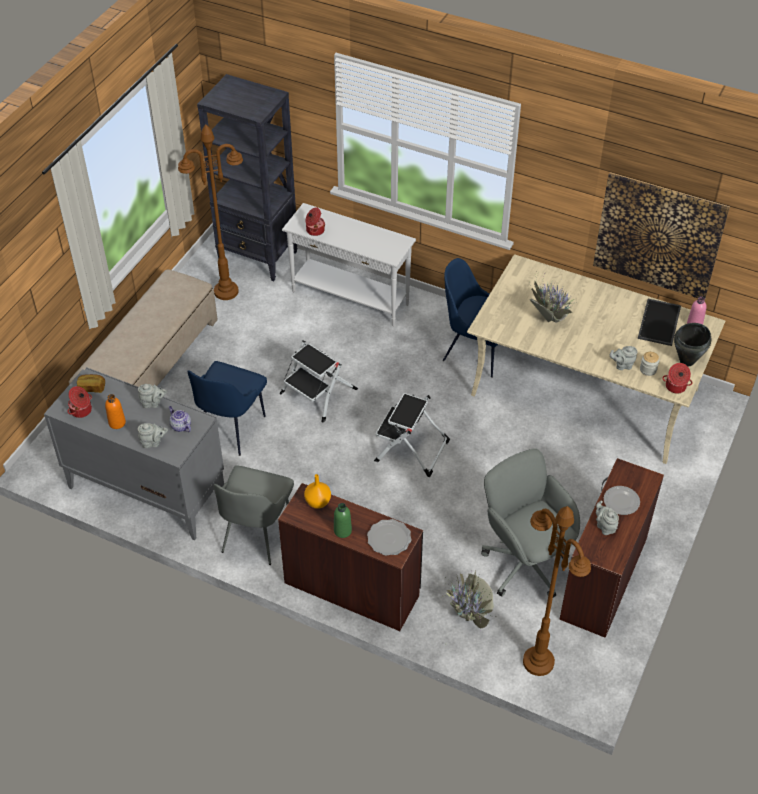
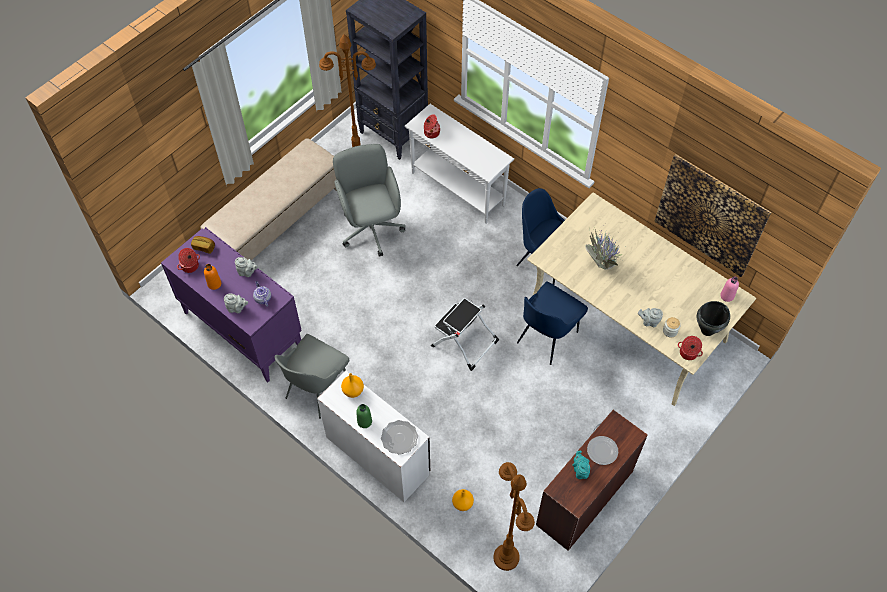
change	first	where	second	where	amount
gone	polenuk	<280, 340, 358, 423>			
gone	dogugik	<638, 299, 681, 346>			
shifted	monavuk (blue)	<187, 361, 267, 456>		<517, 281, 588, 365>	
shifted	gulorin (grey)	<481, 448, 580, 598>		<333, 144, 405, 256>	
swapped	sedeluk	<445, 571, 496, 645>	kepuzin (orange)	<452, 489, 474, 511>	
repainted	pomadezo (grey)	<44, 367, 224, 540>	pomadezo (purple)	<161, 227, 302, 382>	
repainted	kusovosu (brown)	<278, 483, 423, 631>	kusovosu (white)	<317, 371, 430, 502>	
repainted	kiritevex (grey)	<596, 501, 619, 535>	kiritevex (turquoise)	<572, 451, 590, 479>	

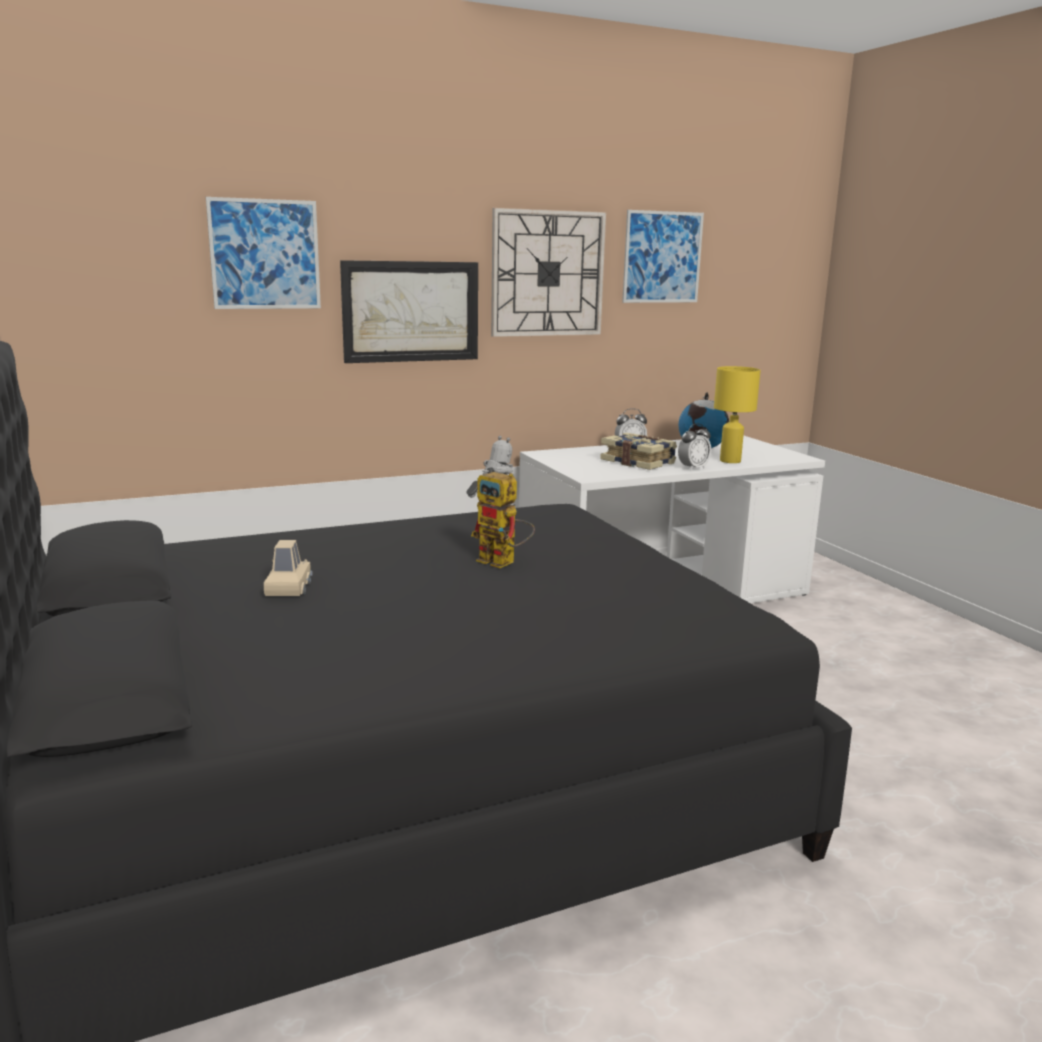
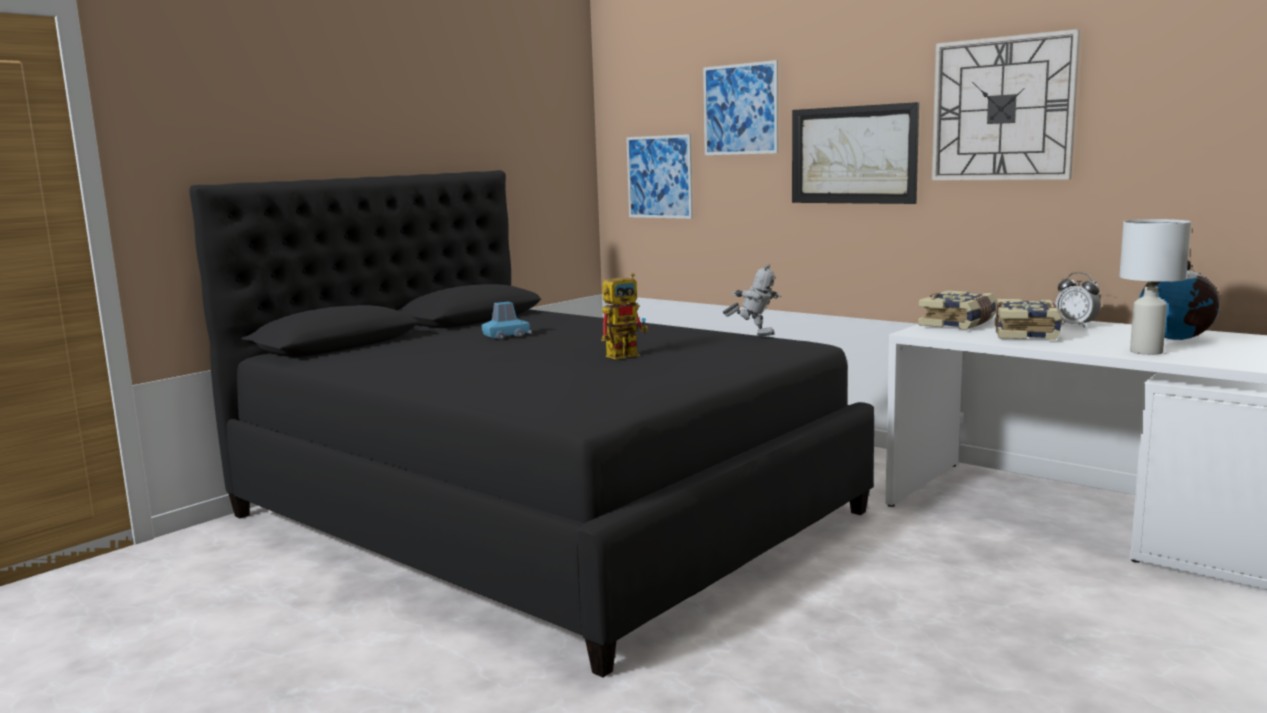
change	first	where	second	where	amount
gone	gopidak	<678, 424, 711, 471>			
new			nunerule	<918, 290, 996, 329>	
shifted	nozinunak	<622, 210, 704, 303>		<626, 134, 693, 219>	
repainted	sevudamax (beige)	<264, 540, 312, 596>	sevudamax (blue)	<482, 302, 532, 340>	
repainted	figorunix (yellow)	<714, 366, 761, 463>	figorunix (white)	<1119, 219, 1191, 355>	
rotated	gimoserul	<471, 472, 535, 568>		<602, 273, 648, 360>	135 degrees counterclockwise

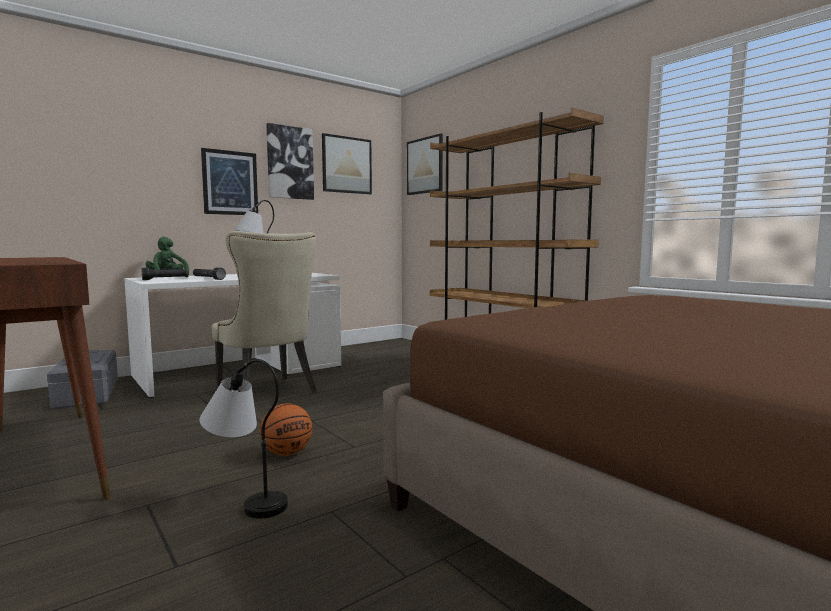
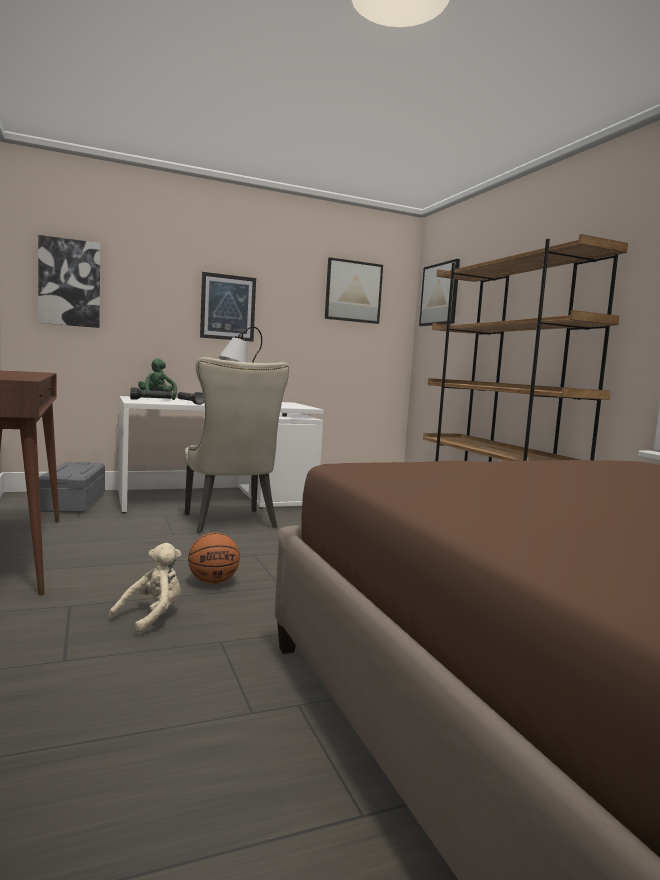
change	first	where	second	where	amount
shifted	nozinunak	<266, 123, 314, 200>		<38, 235, 100, 328>	
swapped	figorunix	<200, 359, 288, 519>	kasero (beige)	<109, 543, 181, 635>	

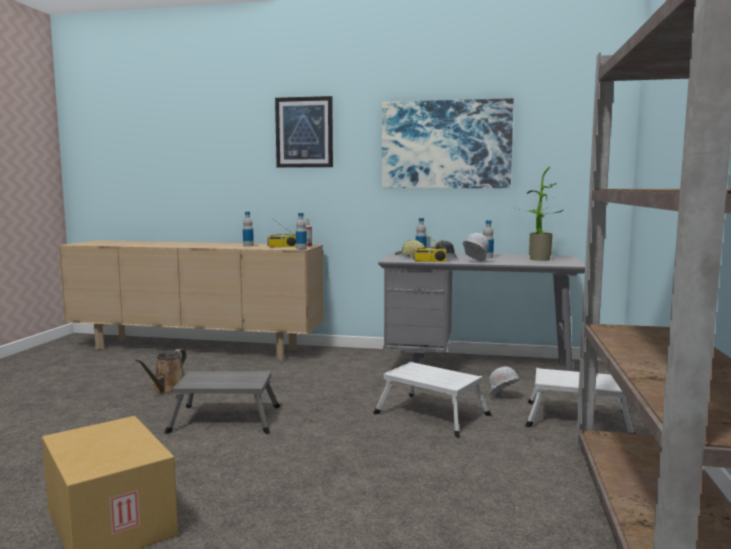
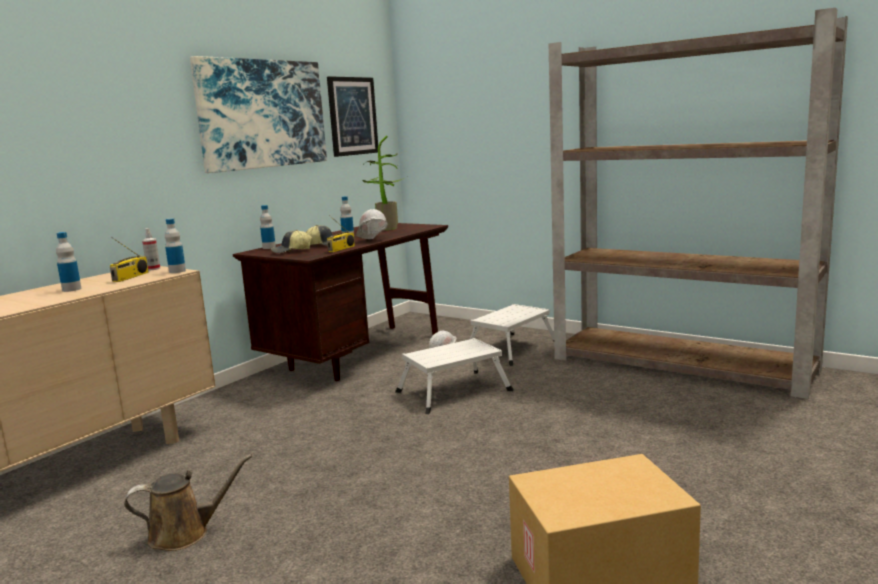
change	first	where	second	where	amount
gone	polenuk (grey)	<164, 371, 280, 434>			
shifted	nozinunak	<275, 96, 333, 168>		<327, 76, 378, 157>	
repainted	kusovosu (grey)	<378, 252, 585, 371>	kusovosu (brown)	<233, 223, 448, 381>	
rotated	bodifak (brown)	<135, 349, 186, 394>		<124, 454, 252, 551>	60 degrees counterclockwise

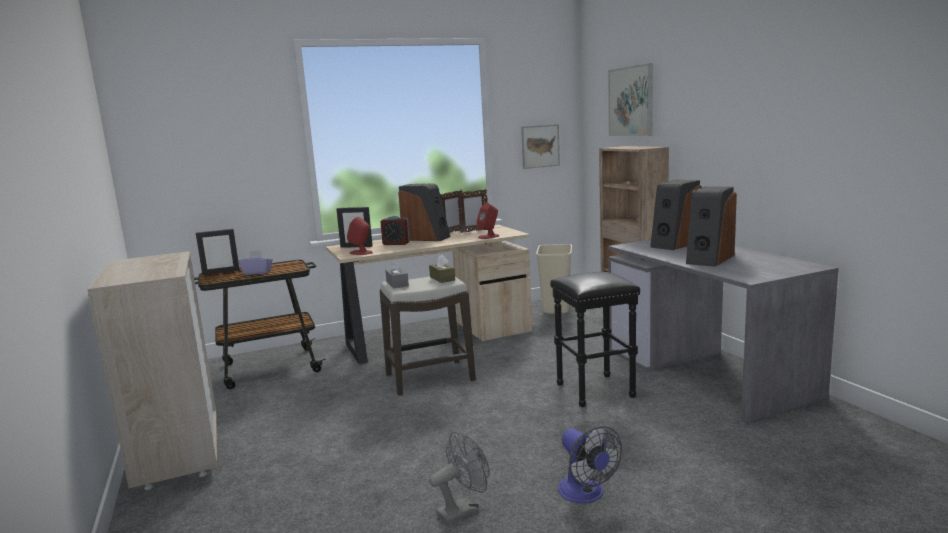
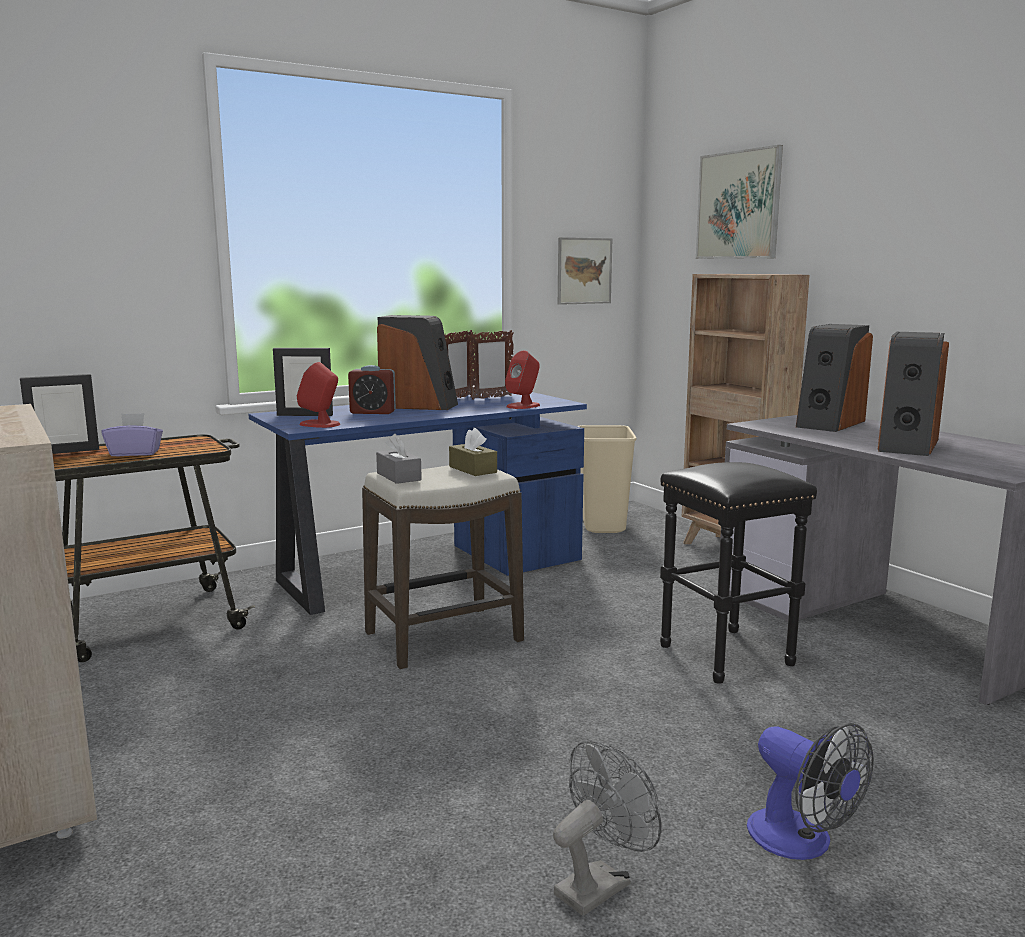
change	first	where	second	where	amount
repainted	kusovosu (beige)	<326, 225, 532, 364>	kusovosu (blue)	<249, 391, 587, 615>	

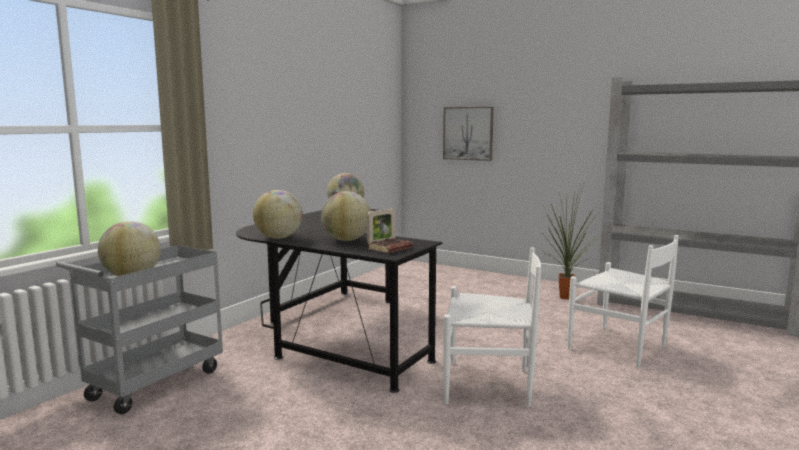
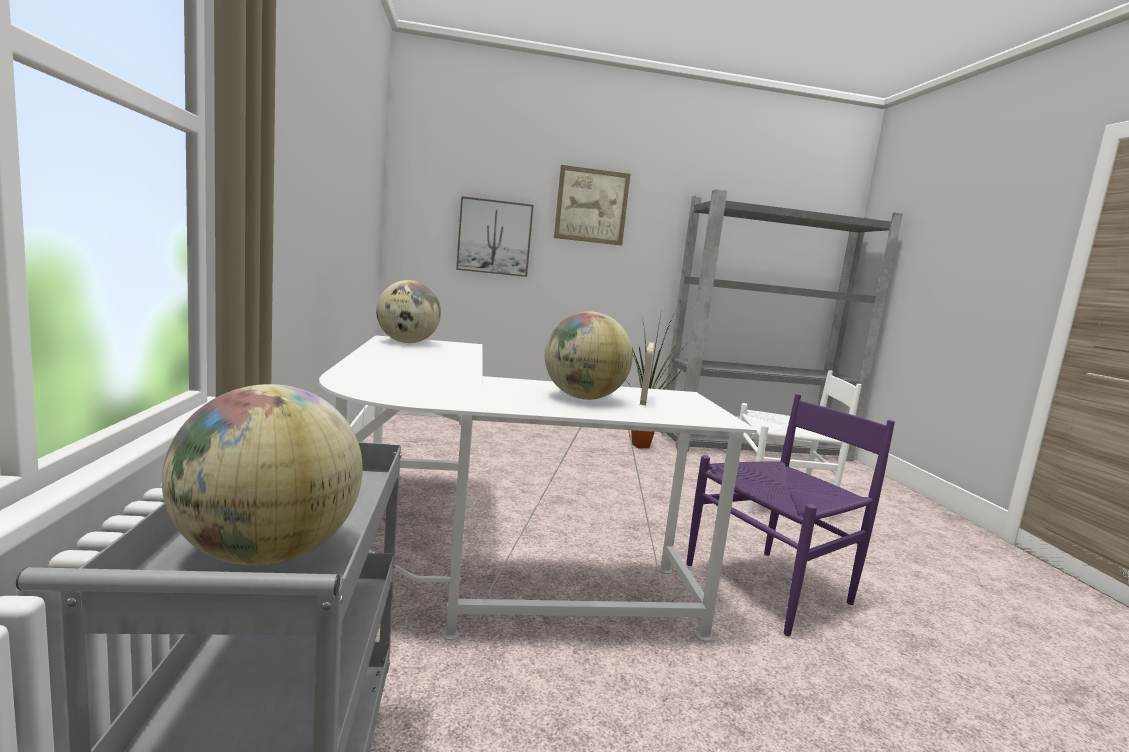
change	first	where	second	where	amount
gone	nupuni	<253, 190, 303, 239>			
gone	nunerule (brown)	<368, 238, 413, 253>			
new			nozinunak	<554, 165, 630, 246>	
repainted	kusovosu (black)	<236, 209, 442, 393>	kusovosu (white)	<319, 335, 757, 641>	
repainted	monavuk (white)	<443, 247, 541, 406>	monavuk (purple)	<686, 394, 895, 636>	

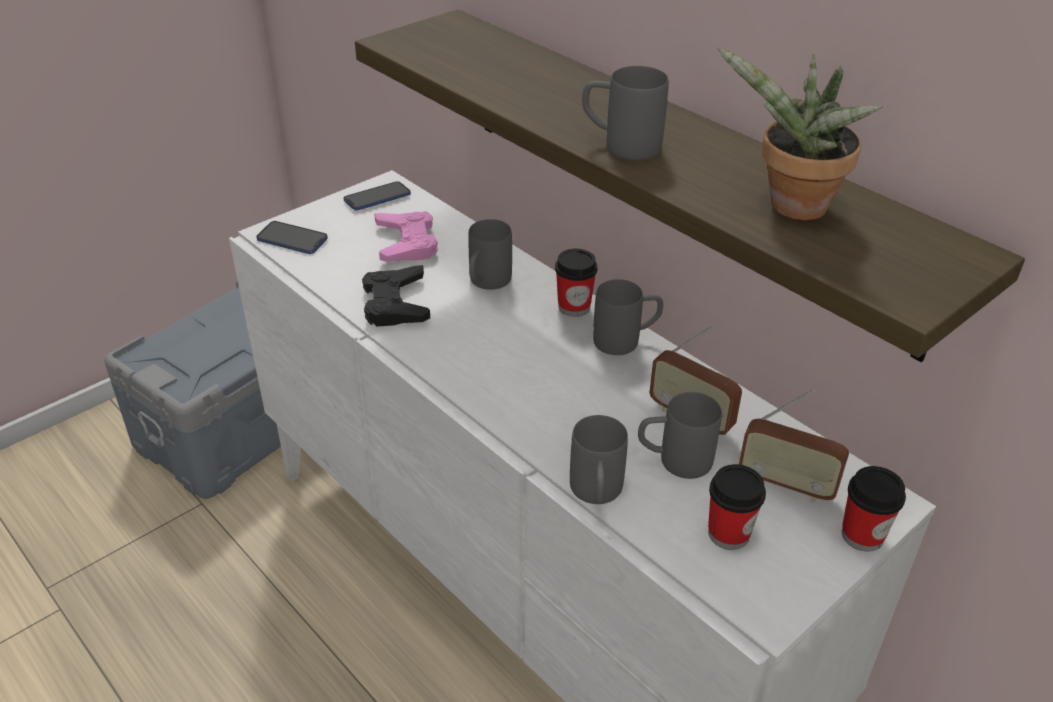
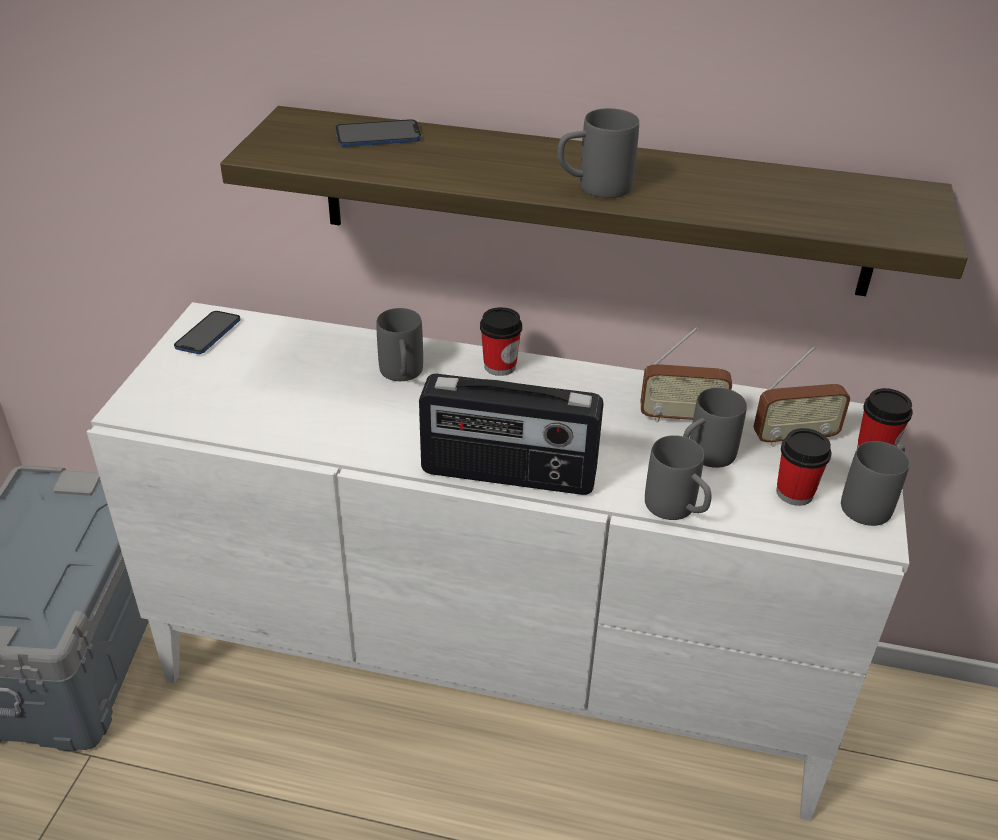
change	first	where	second	where	amount
gone	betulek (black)	<362, 265, 430, 327>			
gone	betulek (pink)	<374, 211, 438, 262>			
gone	sedeluk	<717, 47, 883, 220>			
new			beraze	<419, 374, 604, 495>	
shifted	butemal	<256, 221, 328, 254>		<335, 119, 421, 147>	
shifted	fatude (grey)	<593, 279, 663, 355>		<841, 441, 910, 526>	

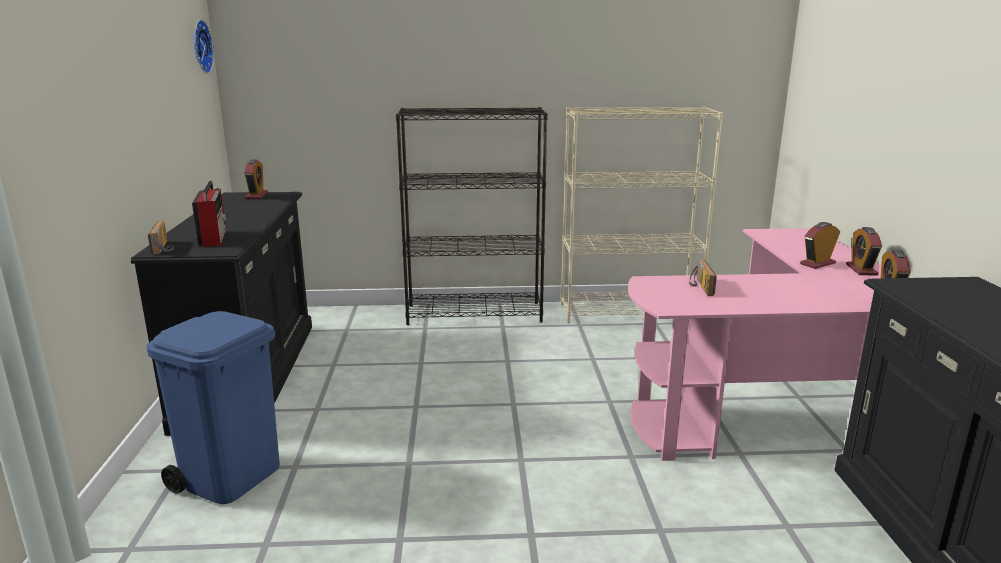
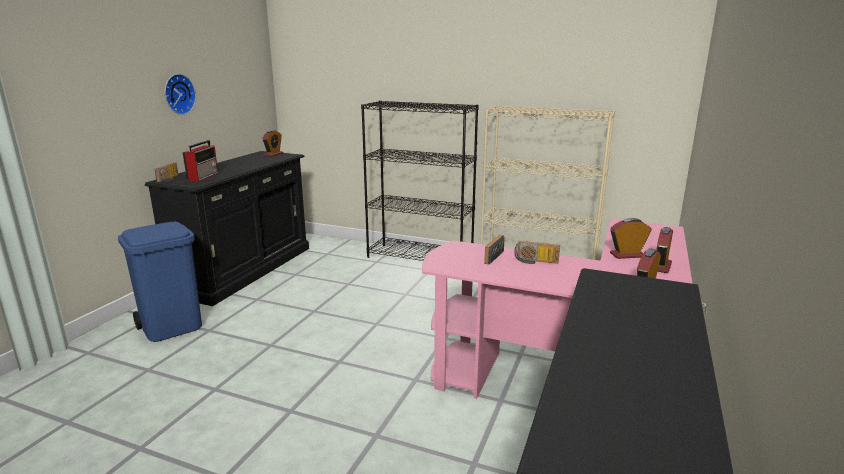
change	first	where	second	where	amount
new			beraze	<514, 241, 560, 264>	
shifted	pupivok	<194, 19, 214, 74>		<165, 74, 196, 115>	

